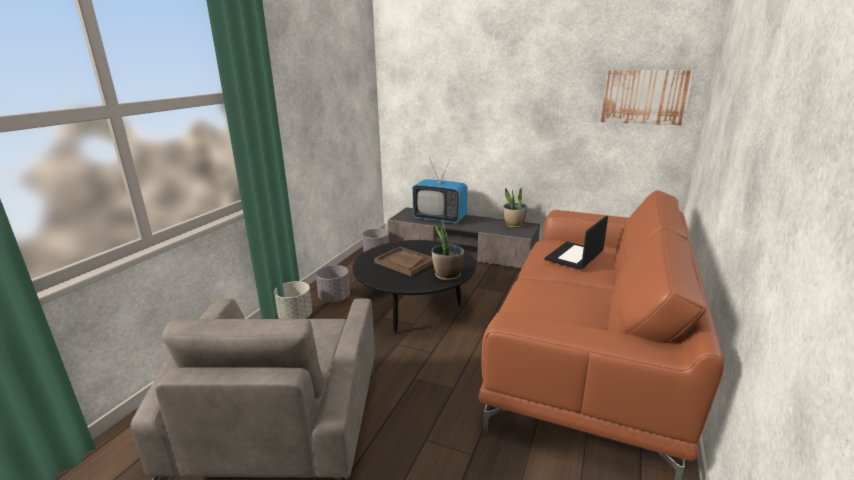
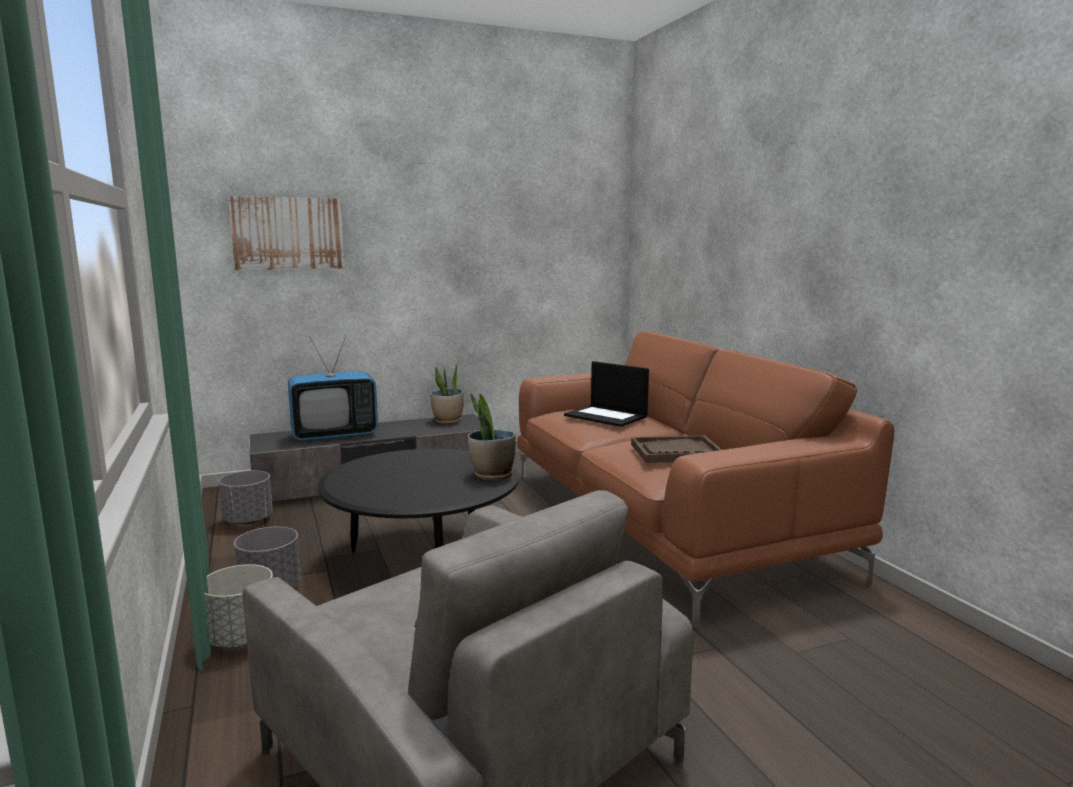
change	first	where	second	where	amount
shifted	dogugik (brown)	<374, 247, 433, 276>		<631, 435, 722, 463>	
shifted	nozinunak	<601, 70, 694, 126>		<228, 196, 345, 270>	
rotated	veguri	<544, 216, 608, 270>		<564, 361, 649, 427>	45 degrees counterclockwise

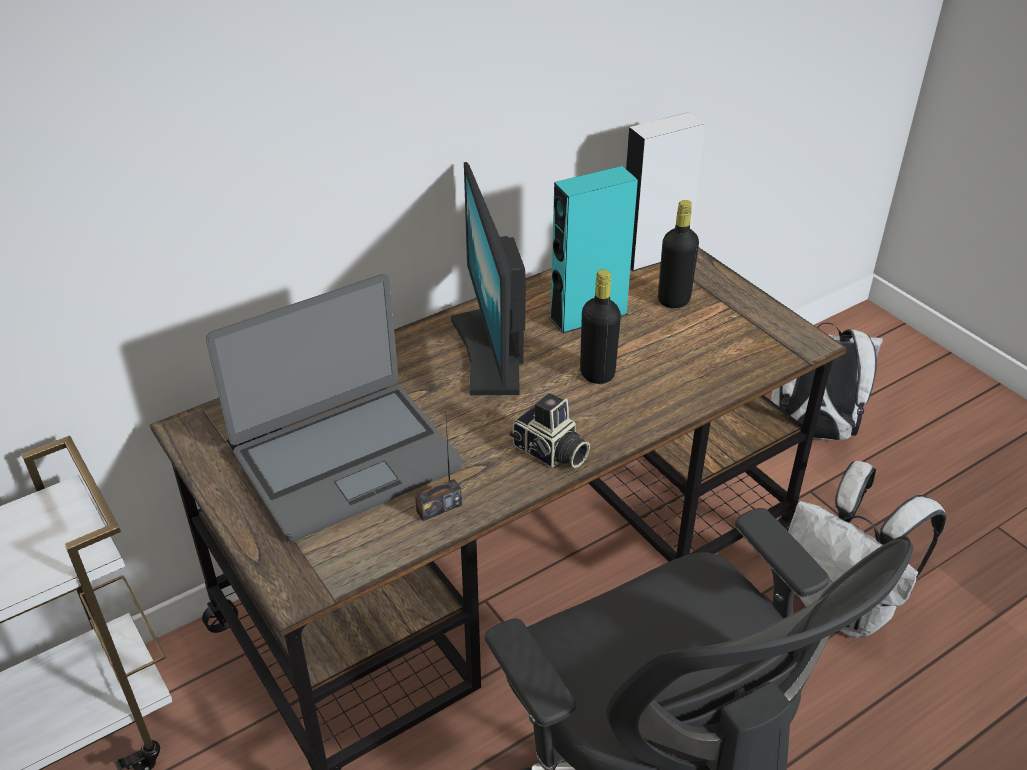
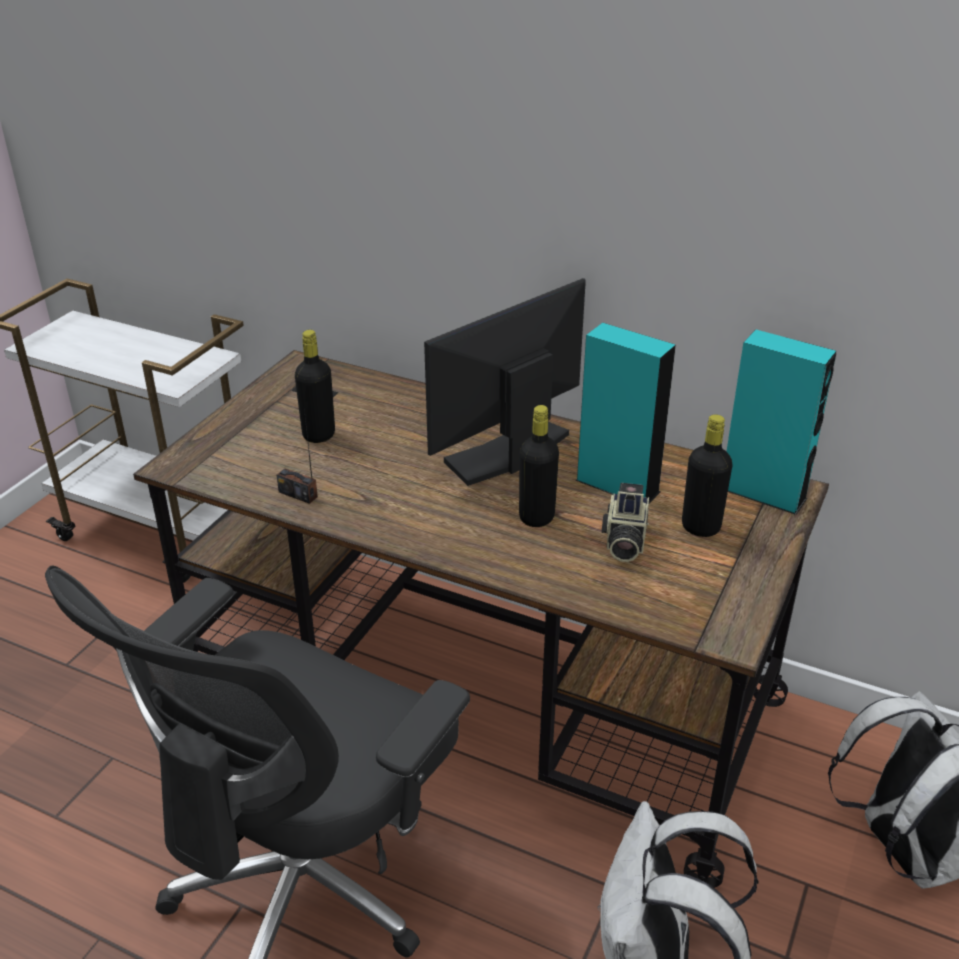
change	first	where	second	where	amount
shifted	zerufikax	<510, 393, 590, 468>		<602, 483, 649, 562>	
swapped	veguri	<206, 274, 463, 542>	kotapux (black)	<295, 330, 335, 443>	
repainted	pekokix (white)	<626, 112, 706, 272>	pekokix (turquoise)	<726, 330, 836, 515>	

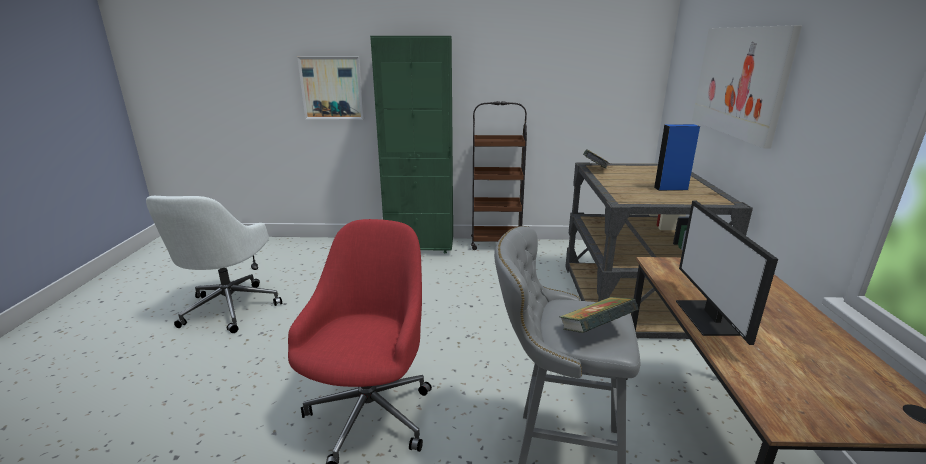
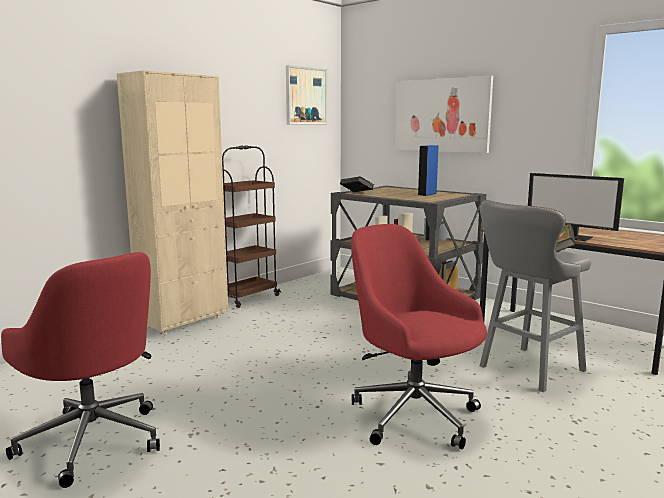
change	first	where	second	where	amount
shifted	nozinunak	<297, 57, 364, 119>		<286, 65, 327, 124>	
repainted	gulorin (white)	<146, 196, 282, 333>	gulorin (red)	<1, 252, 160, 488>	
repainted	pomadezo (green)	<370, 36, 453, 253>	pomadezo (beige)	<117, 70, 228, 335>	

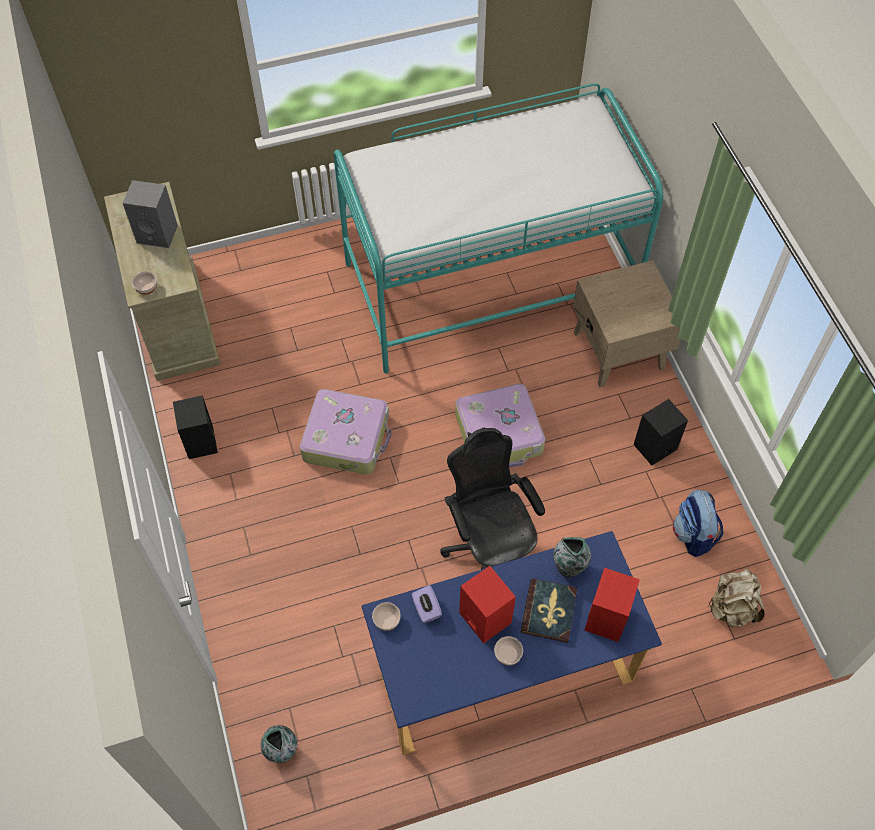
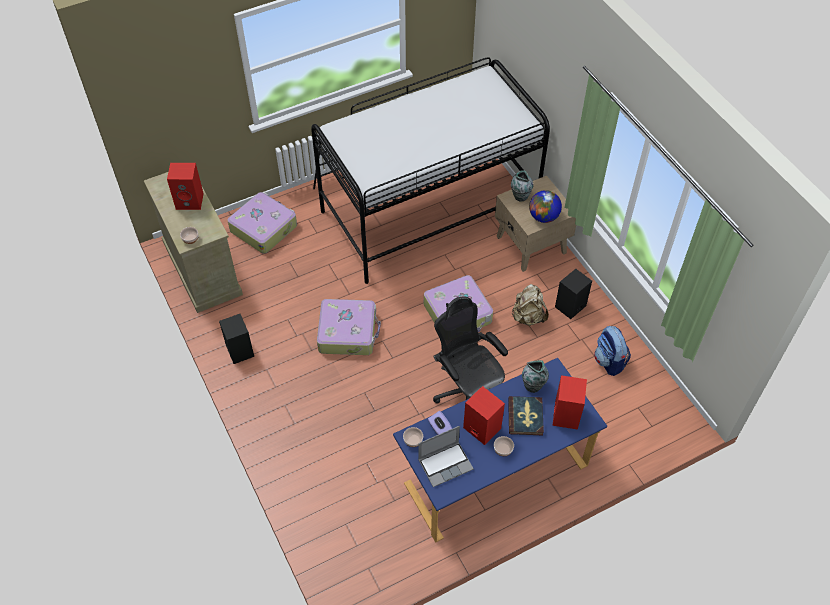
change	first	where	second	where	amount
new			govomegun	<227, 192, 297, 254>	
new			veguri	<418, 426, 474, 487>	
new			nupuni	<529, 190, 562, 223>	
shifted	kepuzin	<261, 725, 297, 763>		<511, 171, 534, 202>	
shifted	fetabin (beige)	<707, 569, 765, 627>		<511, 284, 549, 326>	
repainted	pekokix (grey)	<123, 180, 178, 248>	pekokix (red)	<167, 163, 204, 210>	
repainted	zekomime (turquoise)	<334, 83, 663, 373>	zekomime (black)	<311, 57, 550, 284>	

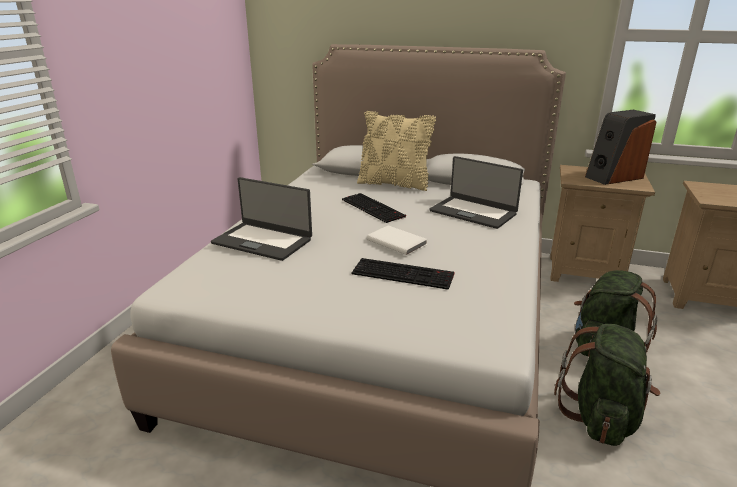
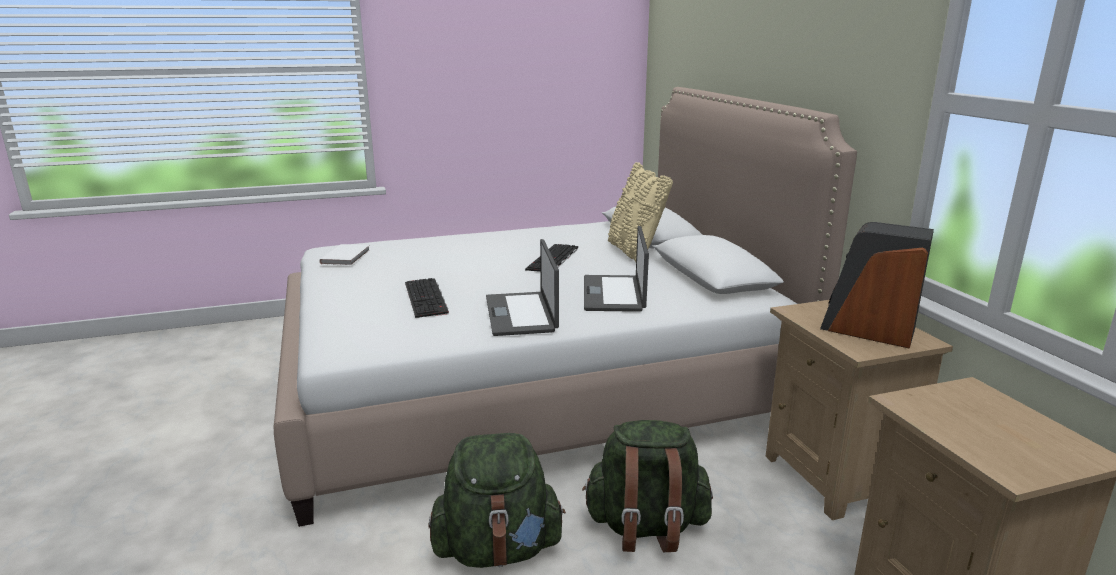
change	first	where	second	where	amount
shifted	veguri	<211, 177, 312, 261>		<486, 239, 559, 336>	
shifted	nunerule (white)	<367, 225, 428, 255>		<319, 244, 370, 266>	

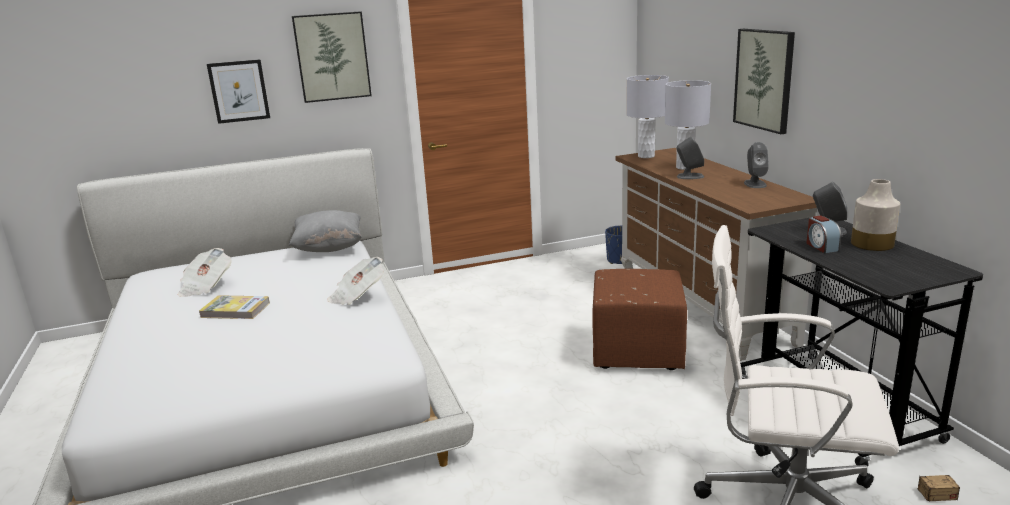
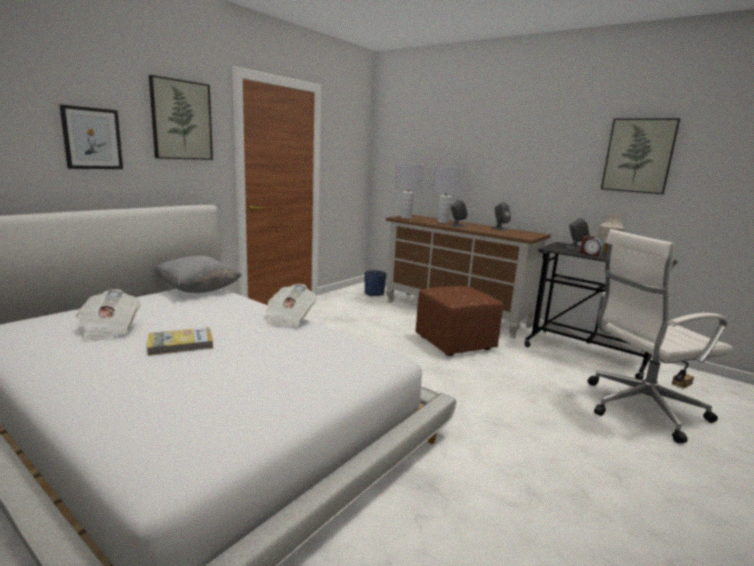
change	first	where	second	where	amount
shifted	nozinunak	<733, 29, 795, 134>		<601, 118, 680, 194>	

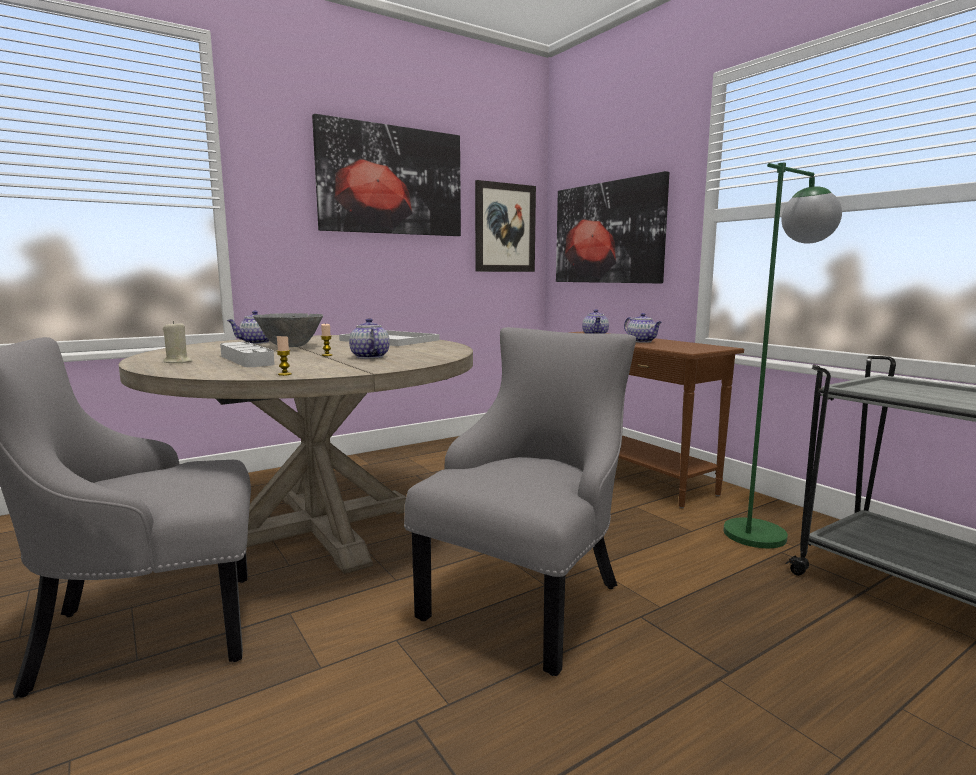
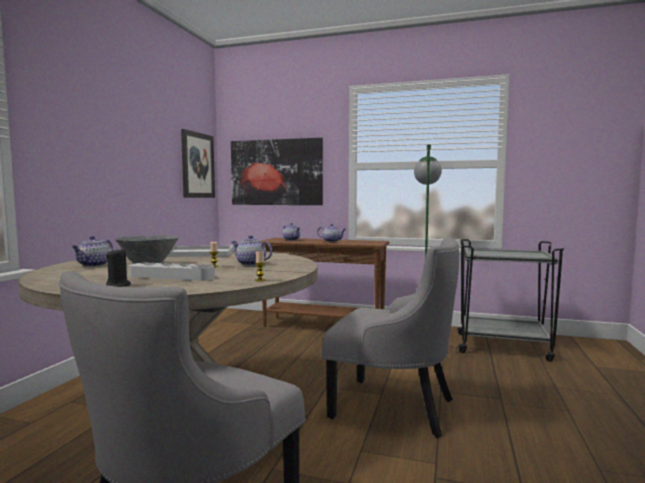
change	first	where	second	where	amount
gone	nozinunak	<312, 114, 461, 236>			
repainted	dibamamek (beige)	<163, 321, 193, 363>	dibamamek (black)	<106, 248, 131, 287>	
rotated	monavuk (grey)	<404, 327, 636, 676>		<322, 237, 460, 438>	120 degrees clockwise

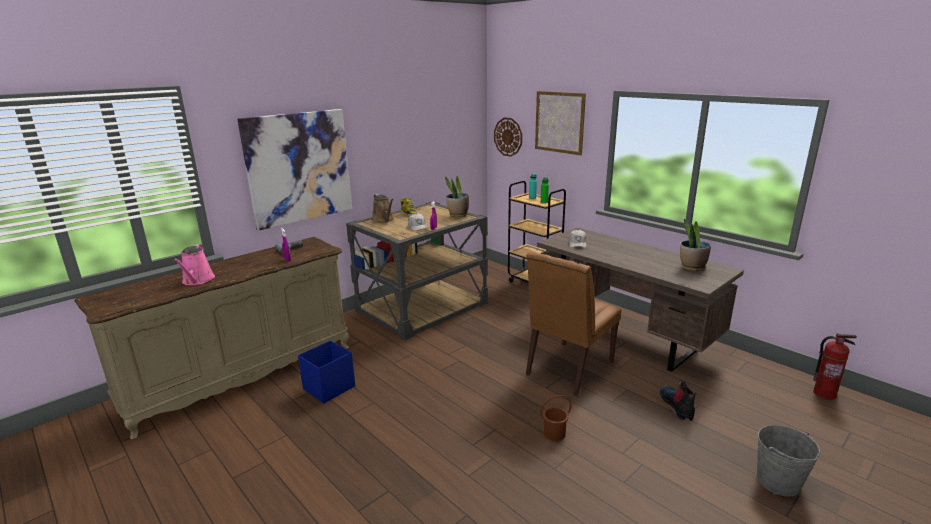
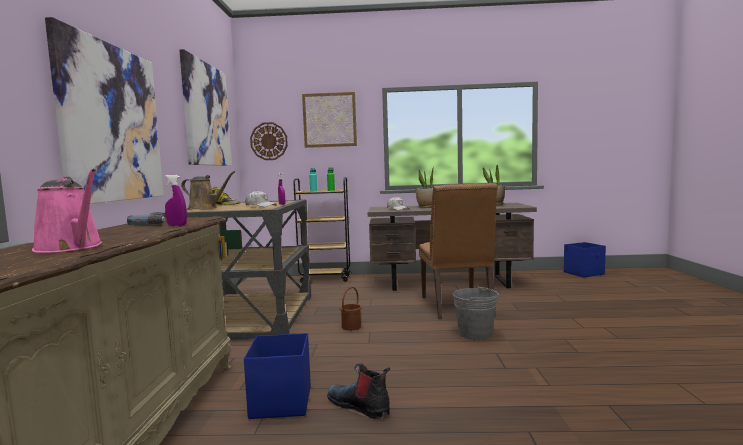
change	first	where	second	where	amount
new			nozinunak	<180, 49, 232, 166>	
shifted	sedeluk	<445, 176, 469, 217>		<415, 167, 434, 208>	
shifted	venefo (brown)	<540, 395, 572, 441>		<339, 287, 362, 330>	
shifted	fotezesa	<660, 380, 697, 421>		<327, 363, 390, 419>	
shifted	venefo (grey)	<757, 425, 820, 497>		<453, 286, 499, 340>	
swapped	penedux	<813, 334, 857, 400>	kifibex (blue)	<564, 242, 606, 277>	

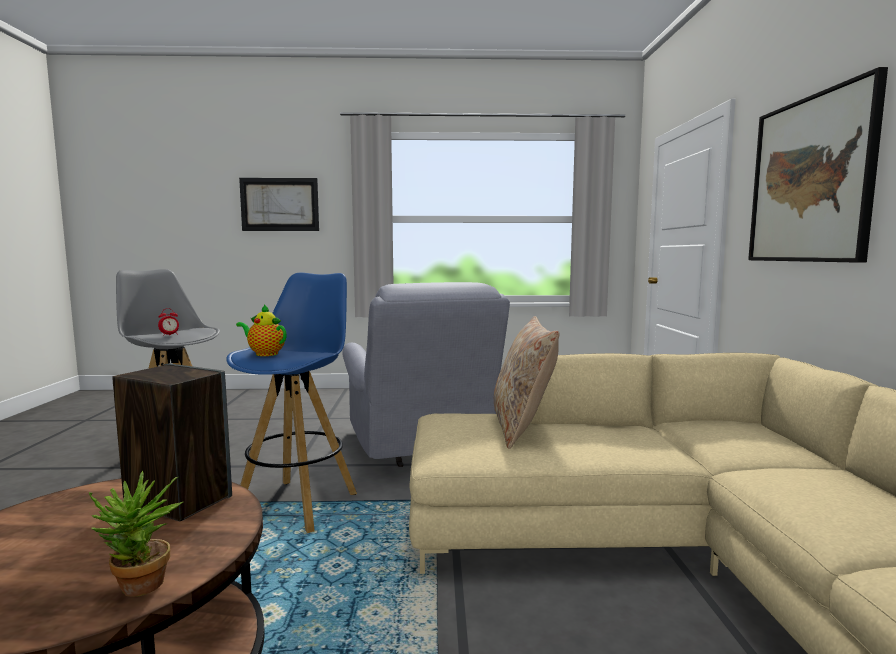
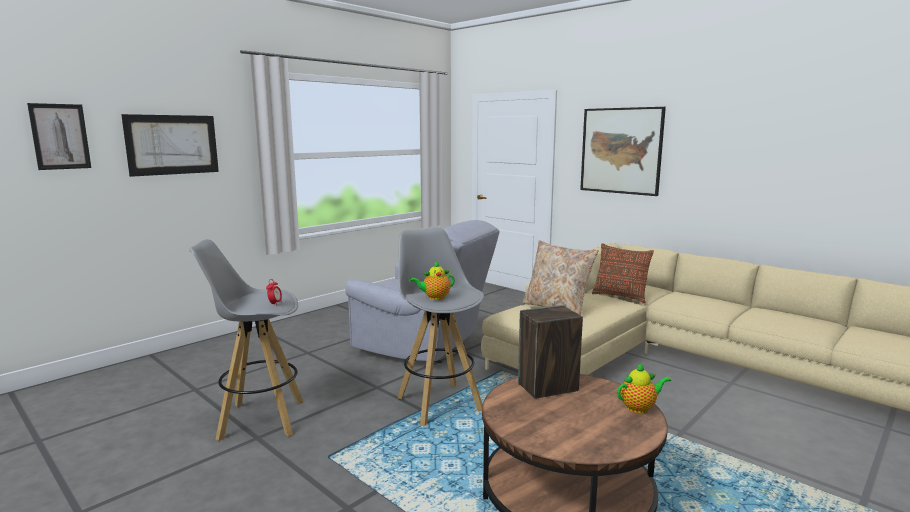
change	first	where	second	where	amount
new			nozinunak	<27, 103, 91, 170>	
new			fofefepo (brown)	<592, 243, 654, 303>	
swapped	sedeluk	<89, 471, 183, 597>	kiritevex	<617, 364, 671, 413>	
repainted	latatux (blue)	<226, 273, 357, 533>	latatux (grey)	<397, 228, 484, 427>	

